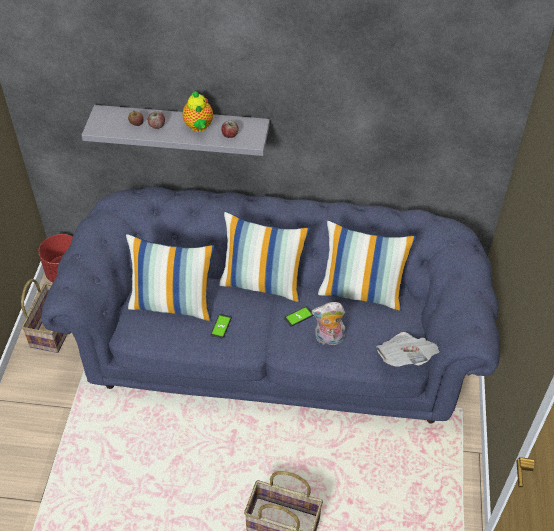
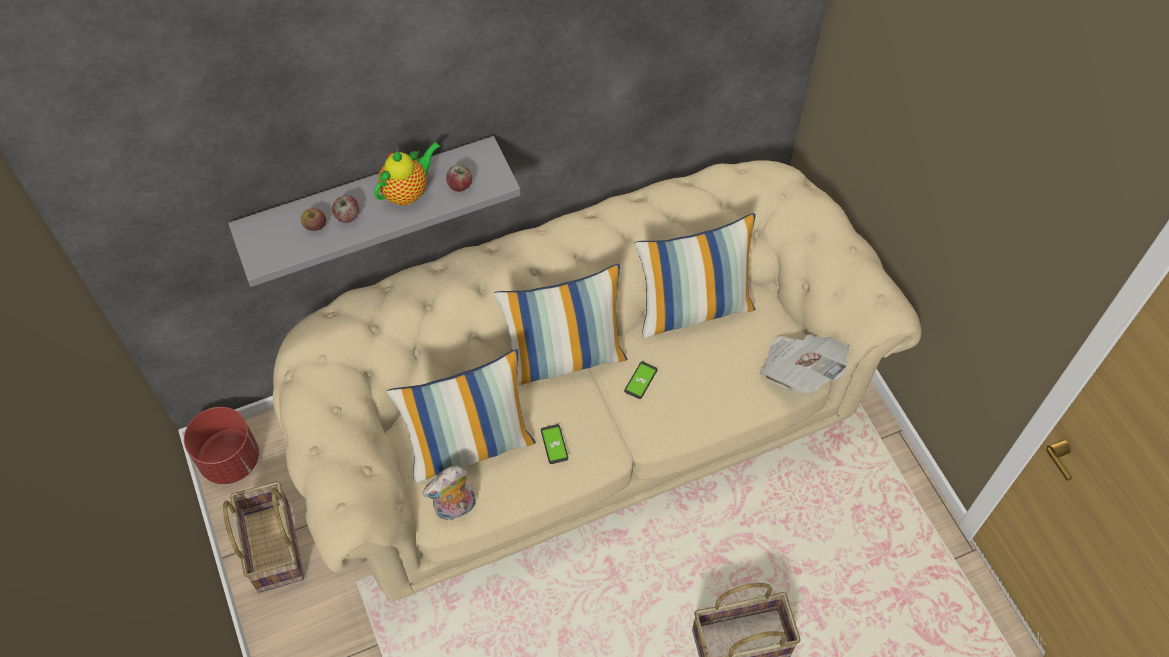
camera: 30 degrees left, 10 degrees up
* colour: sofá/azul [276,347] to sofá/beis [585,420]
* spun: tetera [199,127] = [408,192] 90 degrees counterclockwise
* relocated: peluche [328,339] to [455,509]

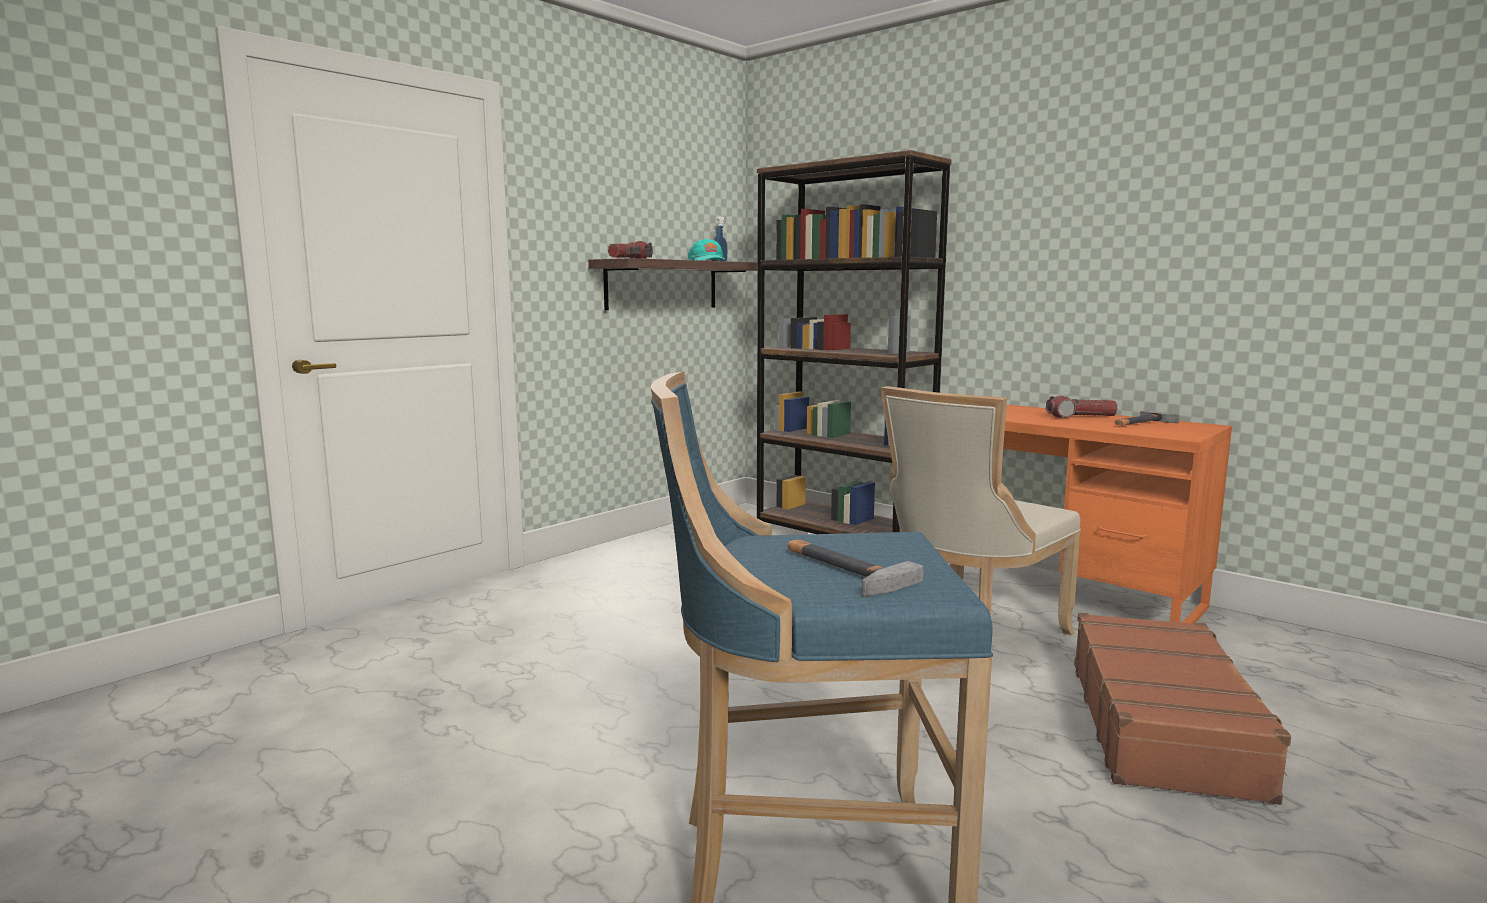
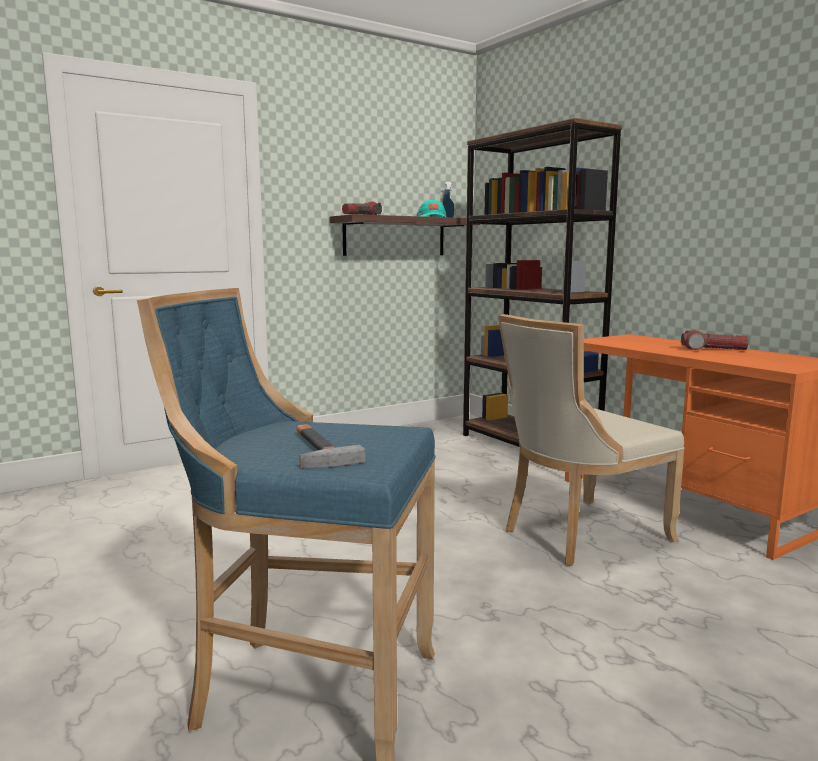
camera: 15 degrees right, 0 degrees up
* missing: maleta/marrón [1163,725]
* missing: martillo [1142,423]

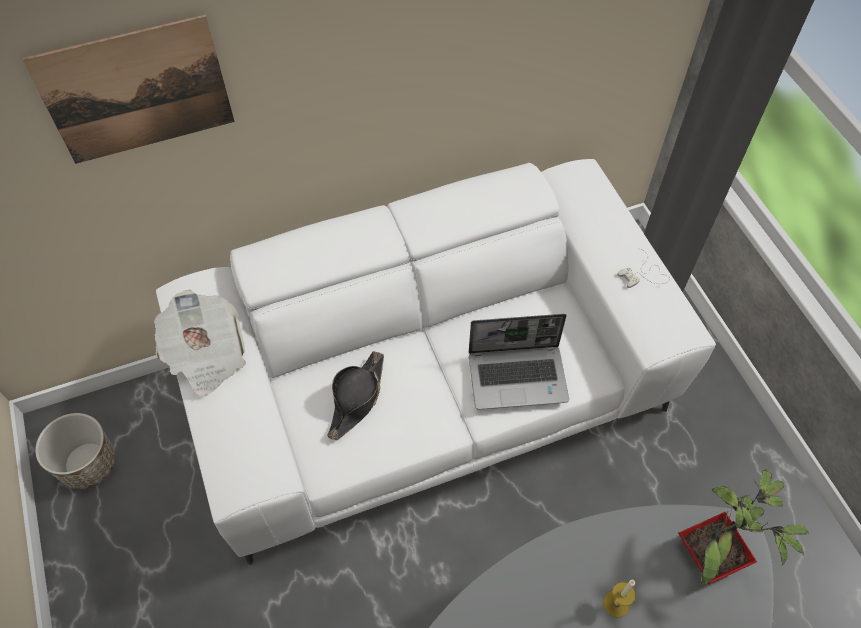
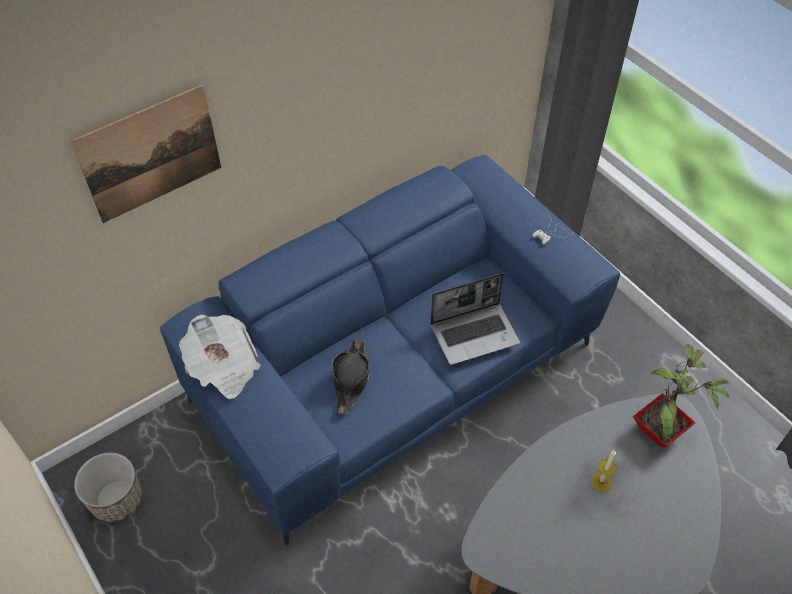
camera: 15 degrees left, 5 degrees down
* colour: sofá/blanco [430,392] to sofá/azul [395,373]

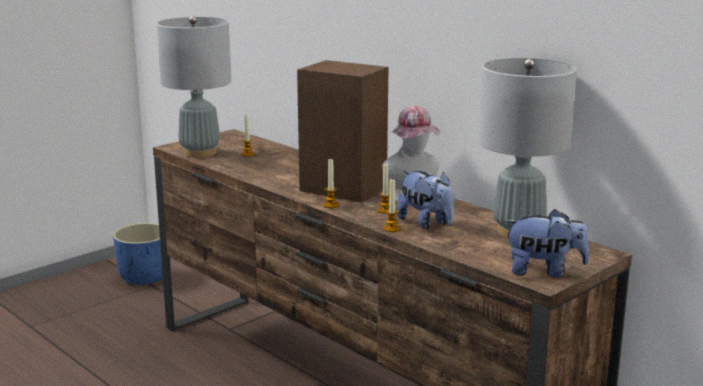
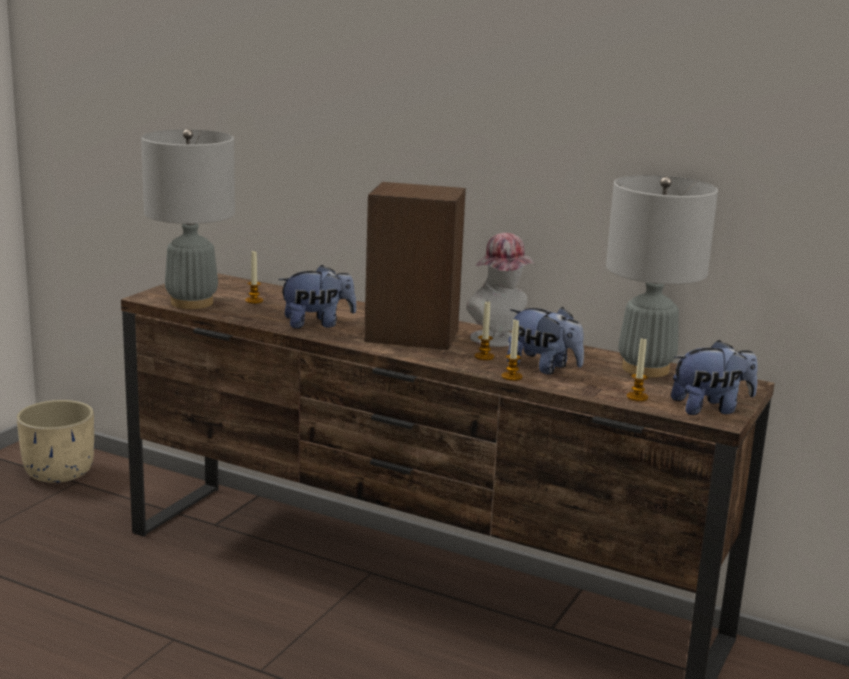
camera: 20 degrees left, 0 degrees up
* colour: maceta/azul [146,277] to maceta/beis [60,472]
* relocated: vela [331,205] to [637,397]
* appeared: peluche [317,324]

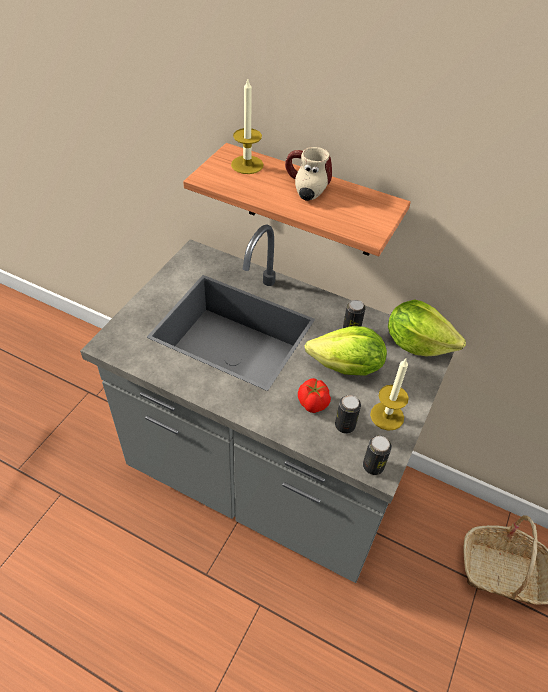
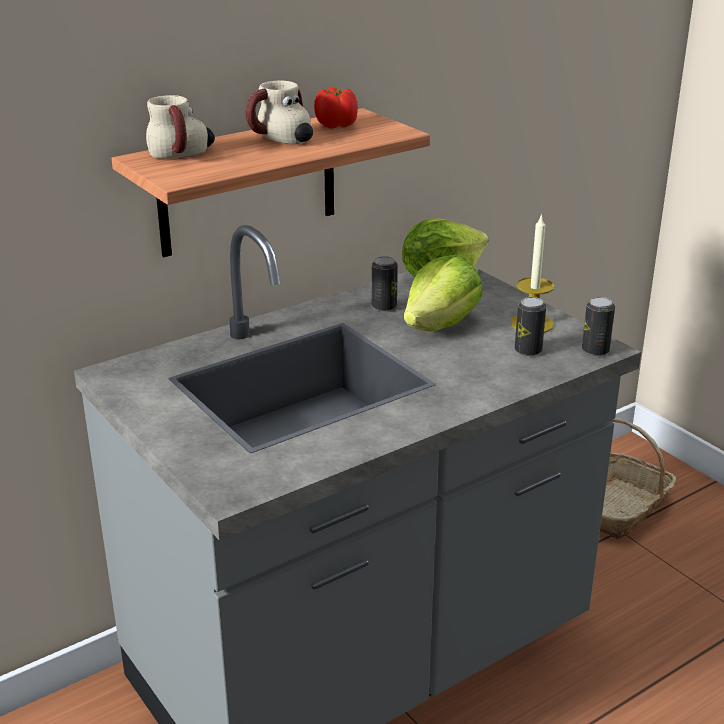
camera: 60 degrees left, 20 degrees down
* exchanged: vela [247,165] to taza grande [184,155]
* relocated: tomate [312,404] to [337,126]

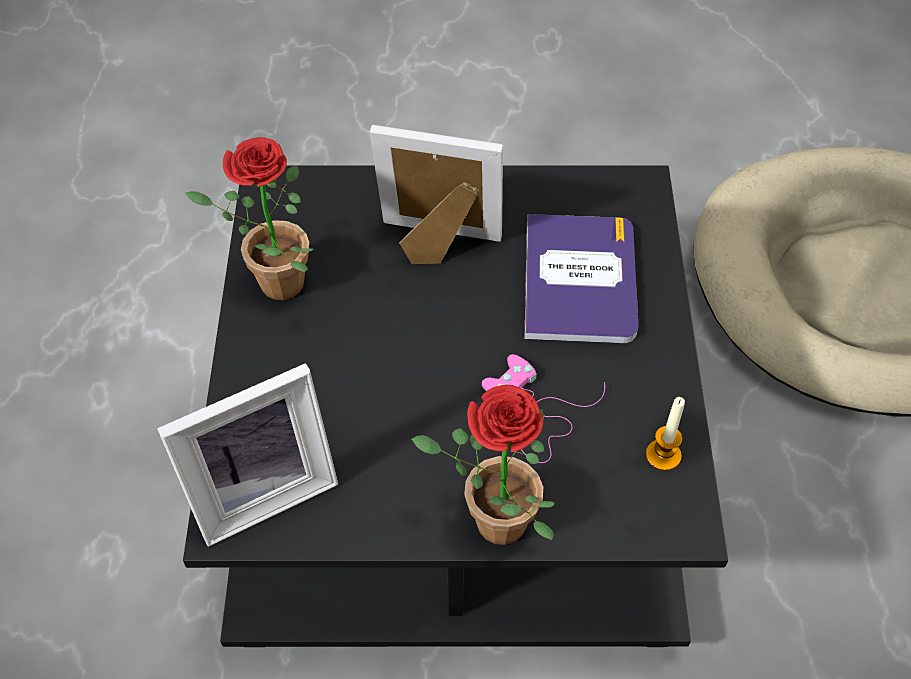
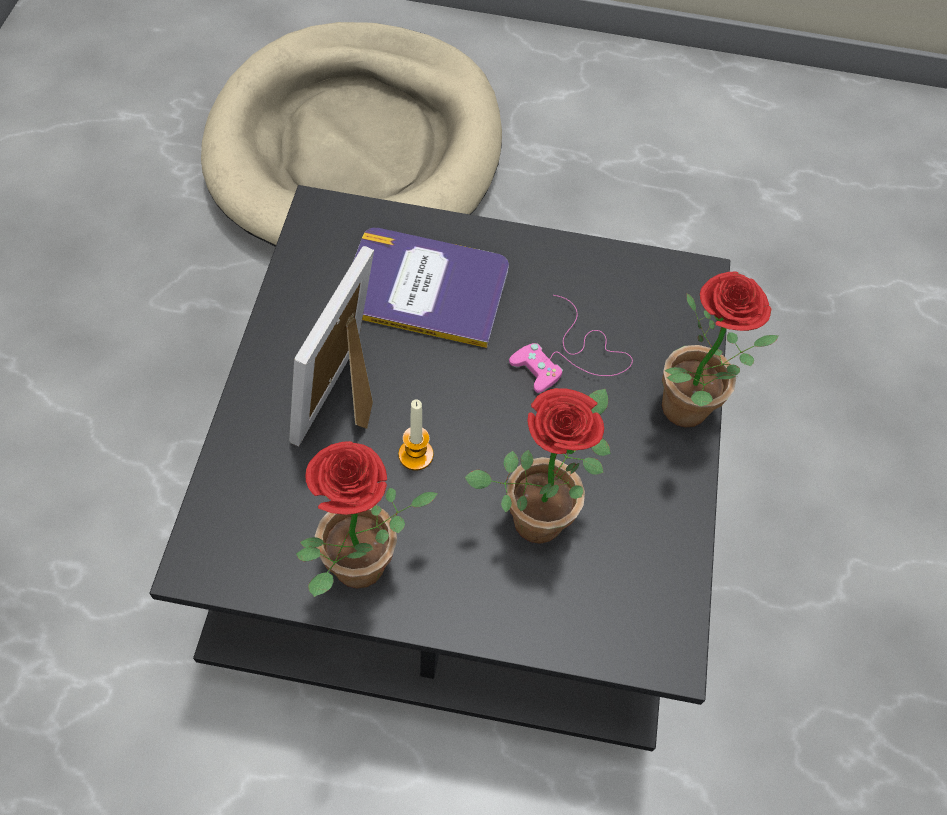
camera: 85 degrees left, 5 degrees up
* missing: portarretratos [261,490]
* relocated: vela [663,455] to [416,455]
* appeared: planta en maceta [540,509]

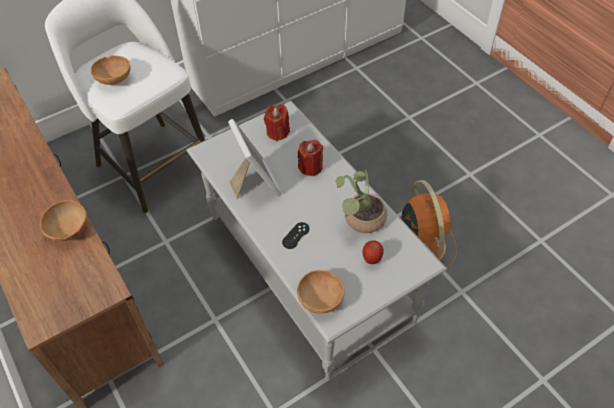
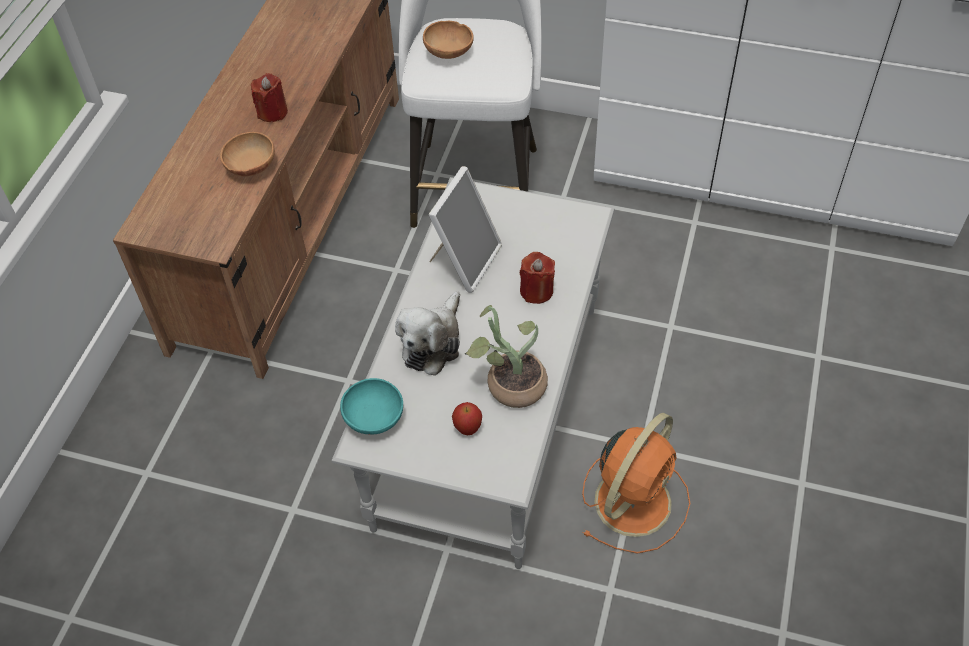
camera: 50 degrees right, 0 degrees up
* relocated: vela/rojo [277,132] to [272,112]
* exchanged: mando de consola/negro [296,235] to peluche [433,342]
* colour: cuenco/marrón [321,299] to cuenco/turquesa [375,419]

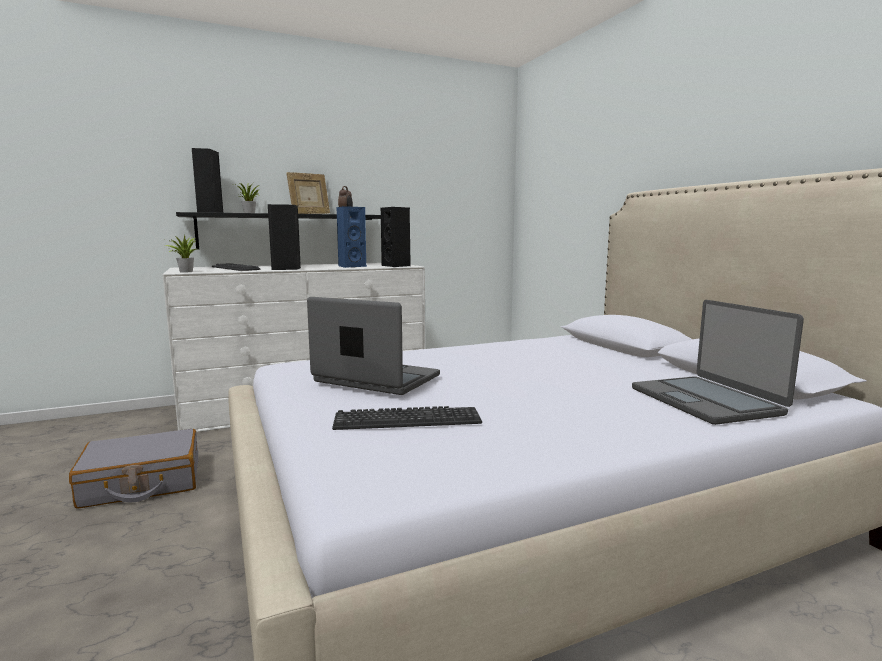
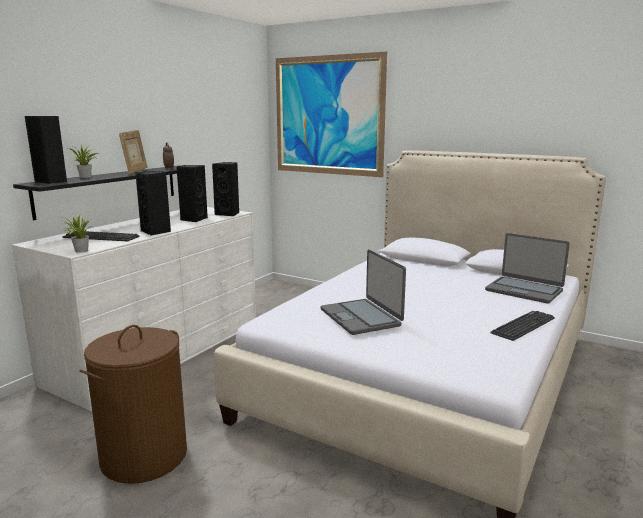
camera: 35 degrees left, 5 degrees up
* exchanged: maleta/gris [142,483] to cesto de la ropa/marrón [144,456]
* spun: portátil [376,379] = [361,317] 105 degrees counterclockwise
* relocated: teclado [407,420] to [523,326]
* colour: altavoz/azul [351,266] to altavoz/negro [193,219]
* appeared: cuadro [328,116]

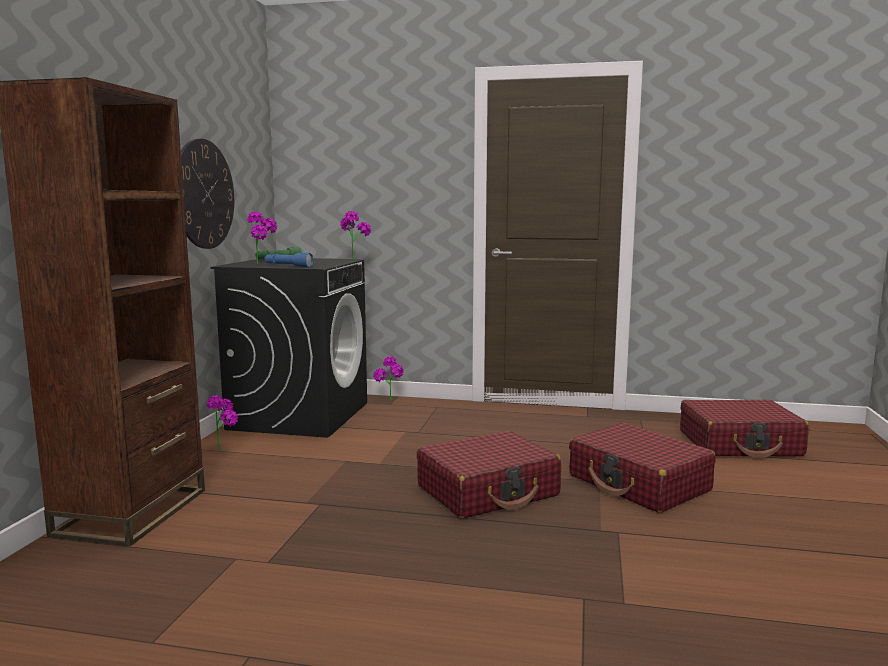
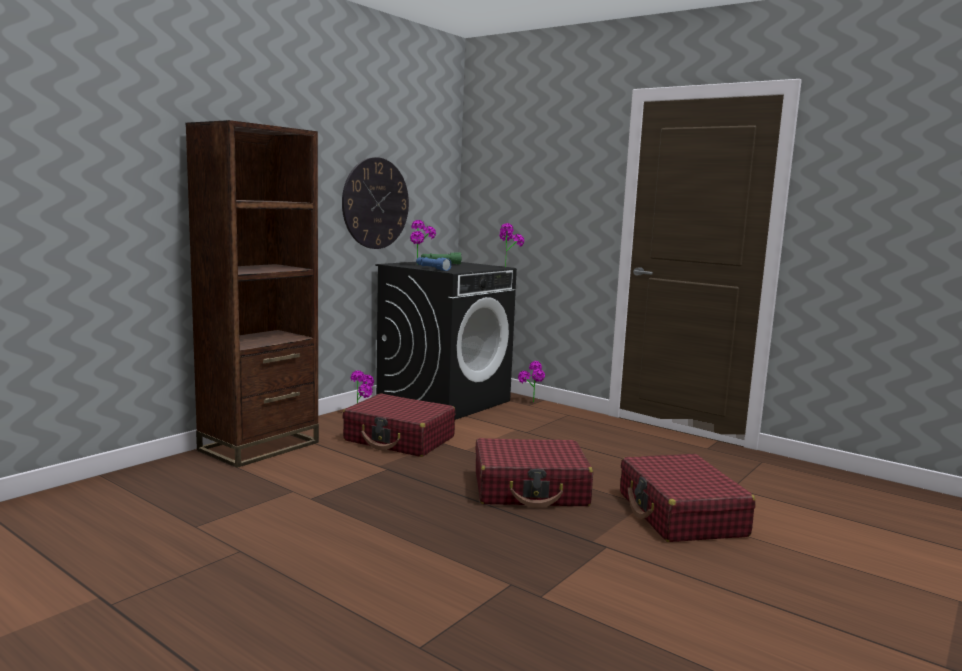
camera: 25 degrees right, 0 degrees up
* relocated: maleta/rojo [740,444] to [399,439]

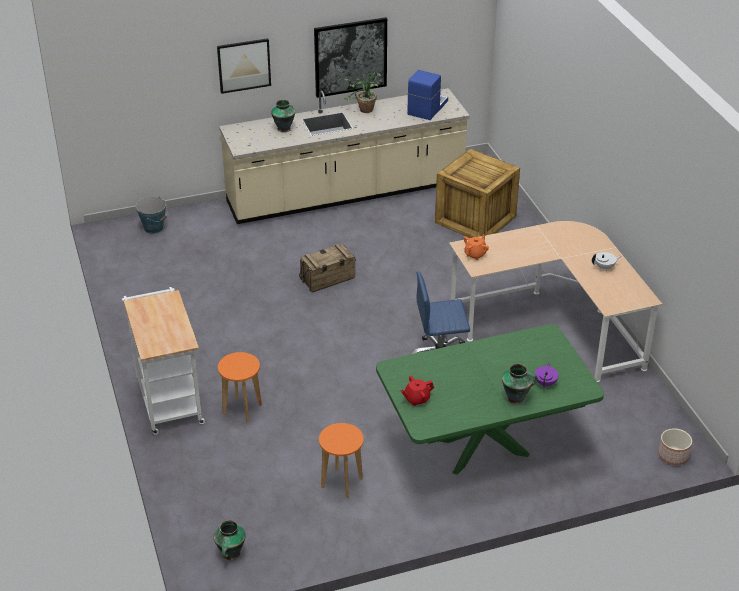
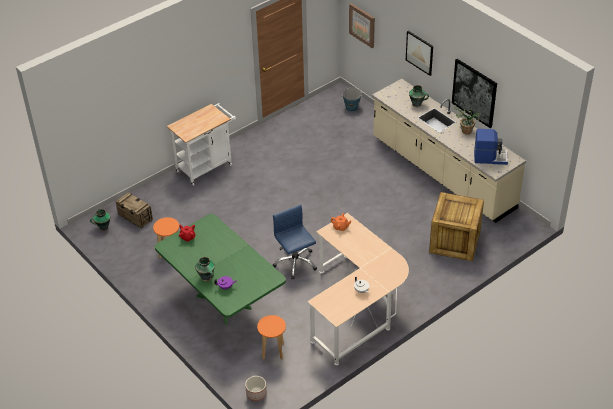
camera: 70 degrees right, 5 degrees up
* relocated: taburete/naranja [242,409] to [273,352]
* relocated: caja de embalaje [328,279] to [135,217]
* appeared: cuadro [362,25]

